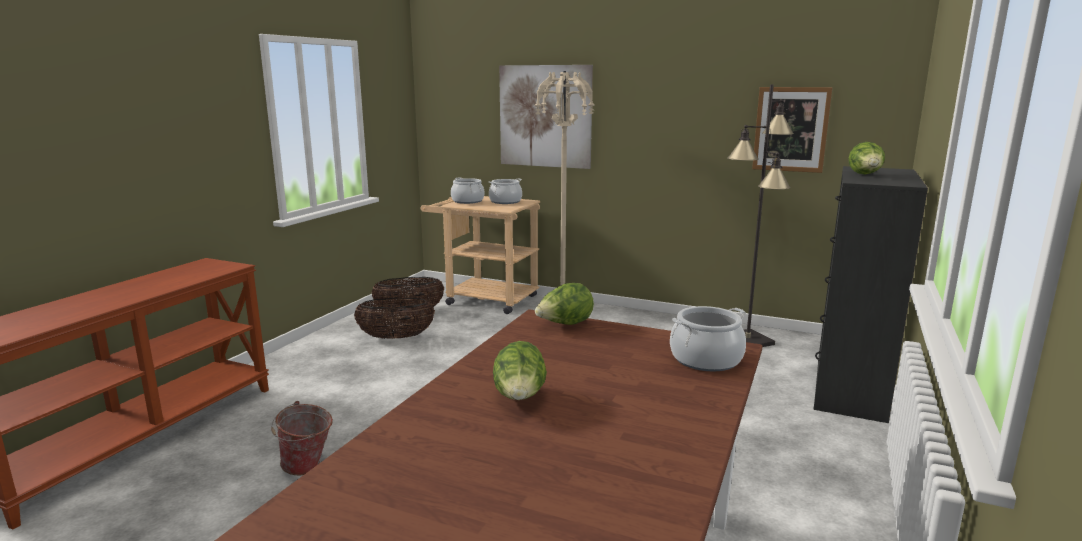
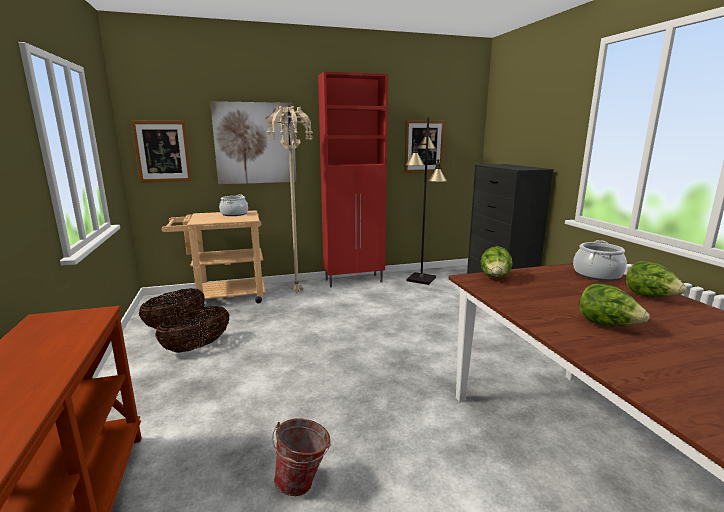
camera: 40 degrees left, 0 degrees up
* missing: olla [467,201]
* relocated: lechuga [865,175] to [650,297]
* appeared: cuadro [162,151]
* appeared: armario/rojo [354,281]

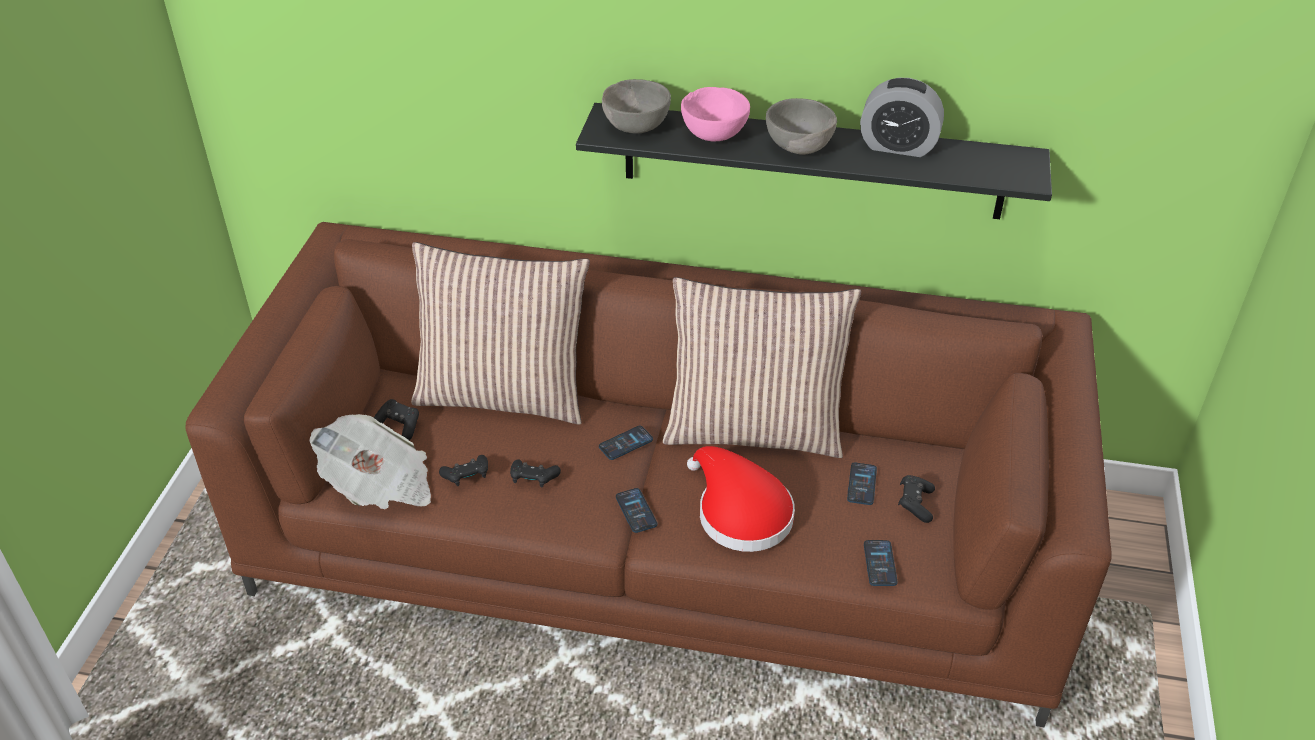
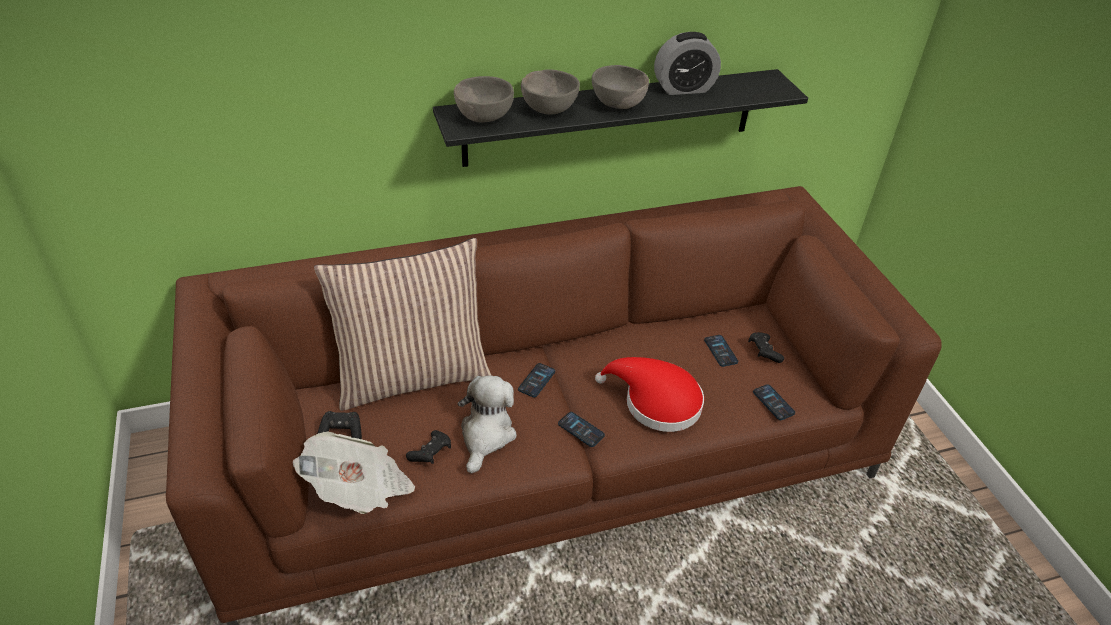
camera: 30 degrees left, 0 degrees up
* exchanged: mando de consola/negro [533,480] to peluche [486,435]
* missing: cojín [754,429]
* colour: cuenco/rosa [714,134] to cuenco/gris [549,109]

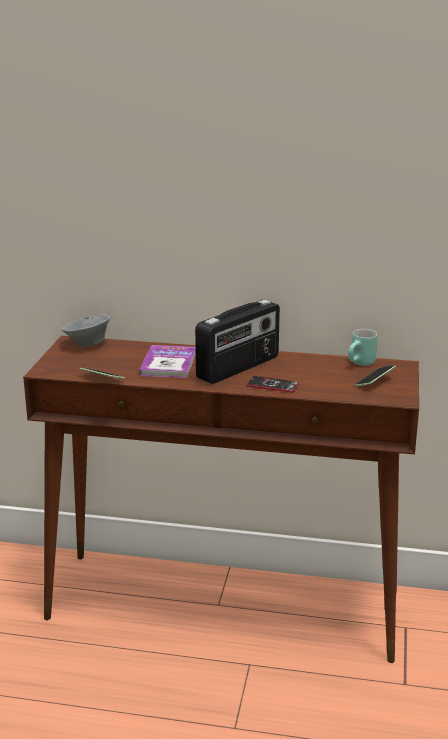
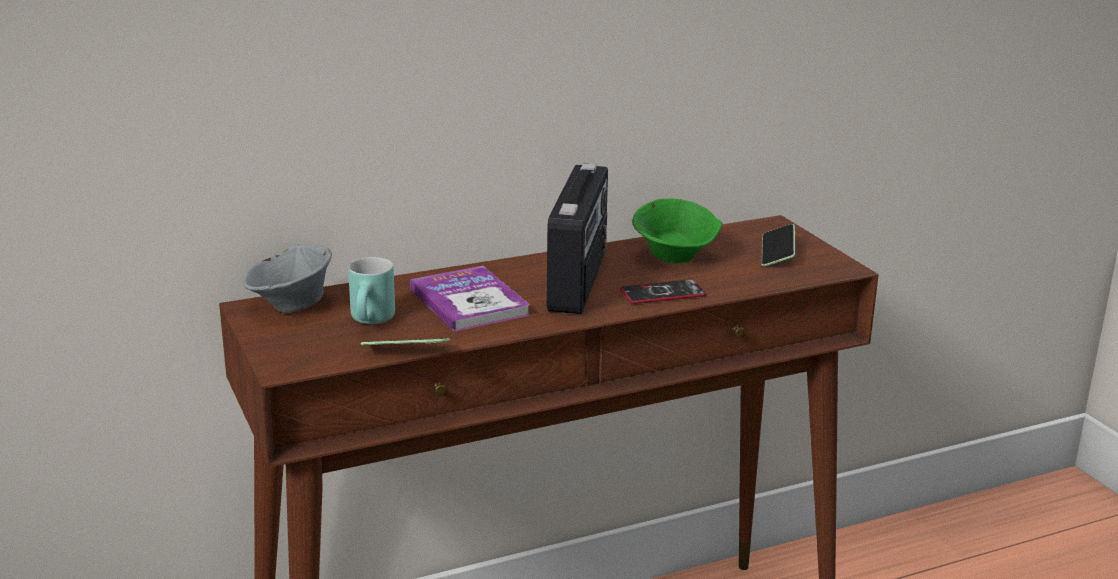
camera: 35 degrees left, 0 degrees up
* relocated: taza grande/turquesa [361,364] to [374,322]
* appeared: cuenco/verde [675,258]

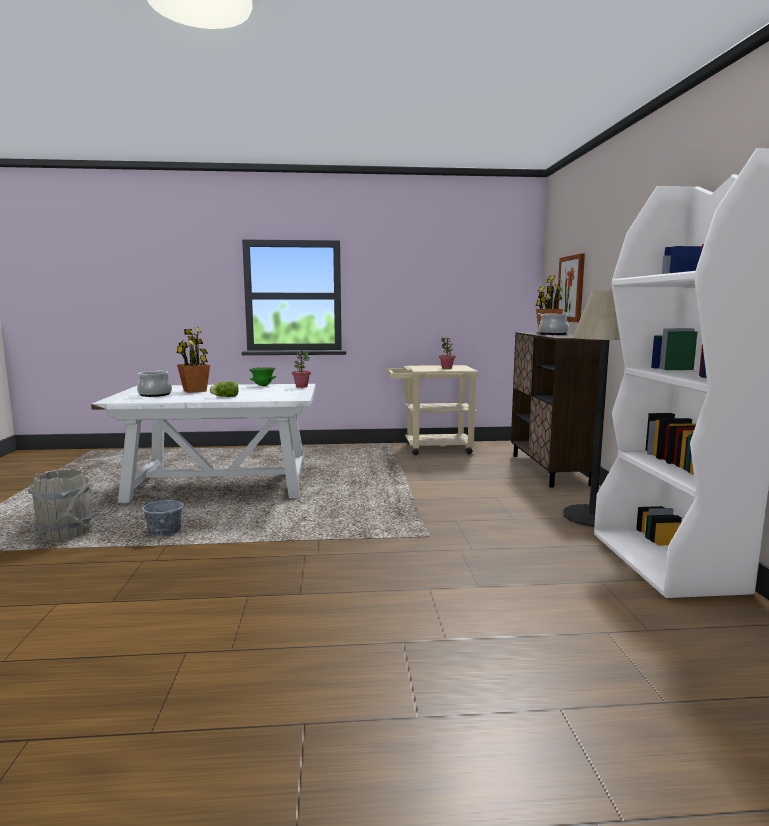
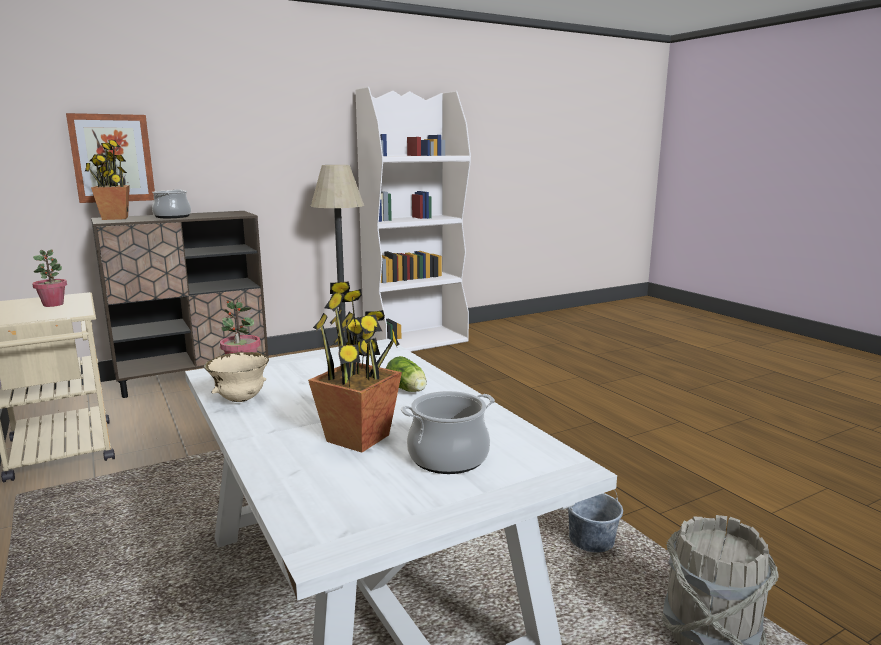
camera: 115 degrees left, 5 degrees up
* colour: cuenco/verde [263,386] to cuenco/beis [240,400]

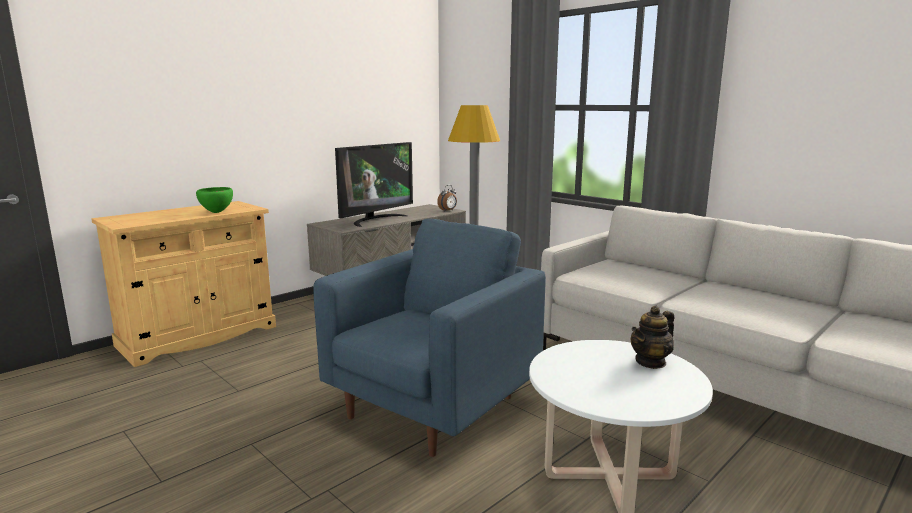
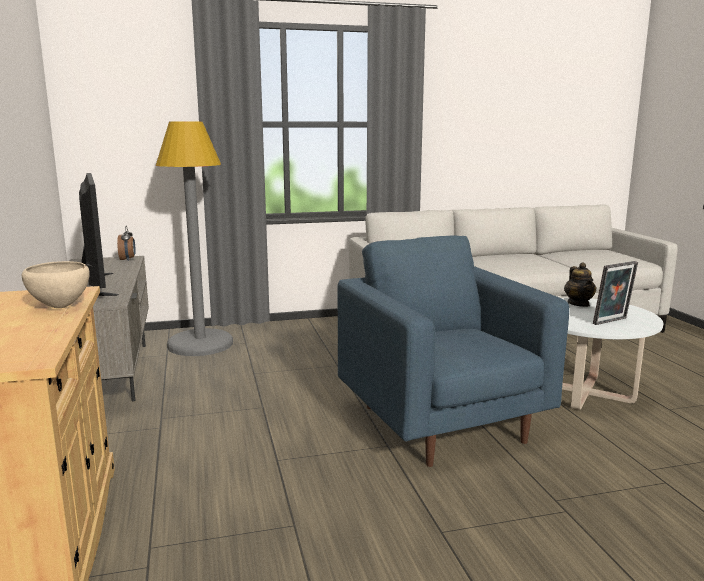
camera: 60 degrees left, 0 degrees up
* colour: cuenco/verde [217,212] to cuenco/beis [61,307]
* appeared: portarretratos [612,322]

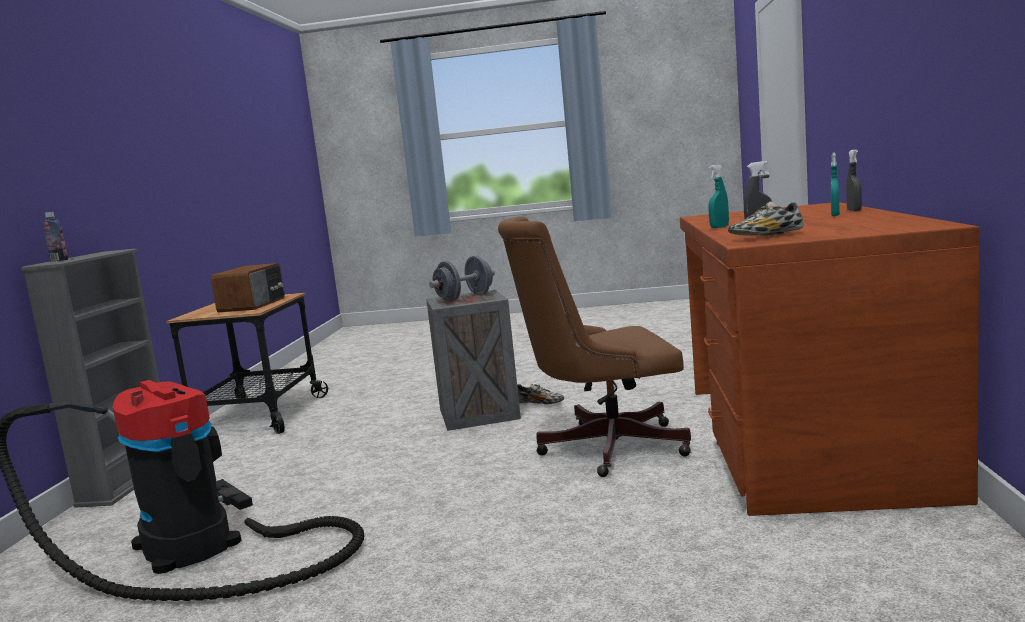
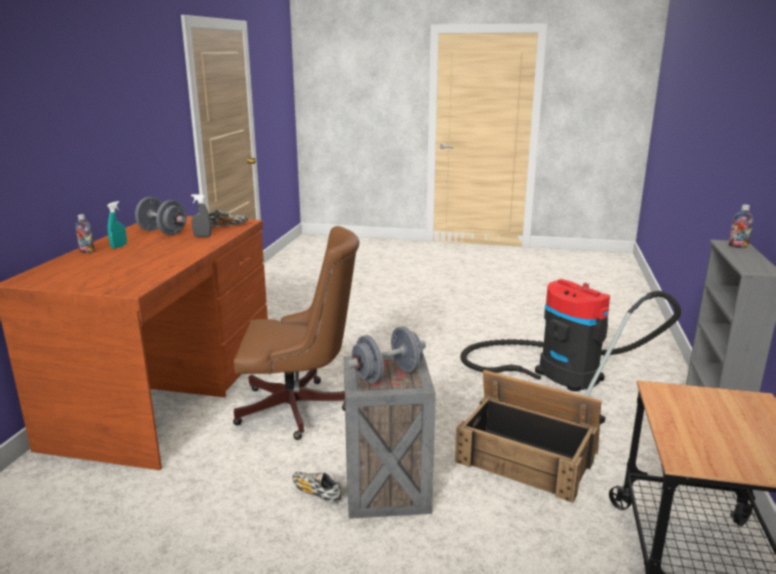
camera: 175 degrees left, 10 degrees up
* missing: radio [253,305]
* missing: pulverizador/turquesa [719,227]
* exchanged: pulverizador/gris [854,210] to botella [87,251]
* appeared: mancuerna/gris [162,232]
* appeared: caja de embalaje [528,456]

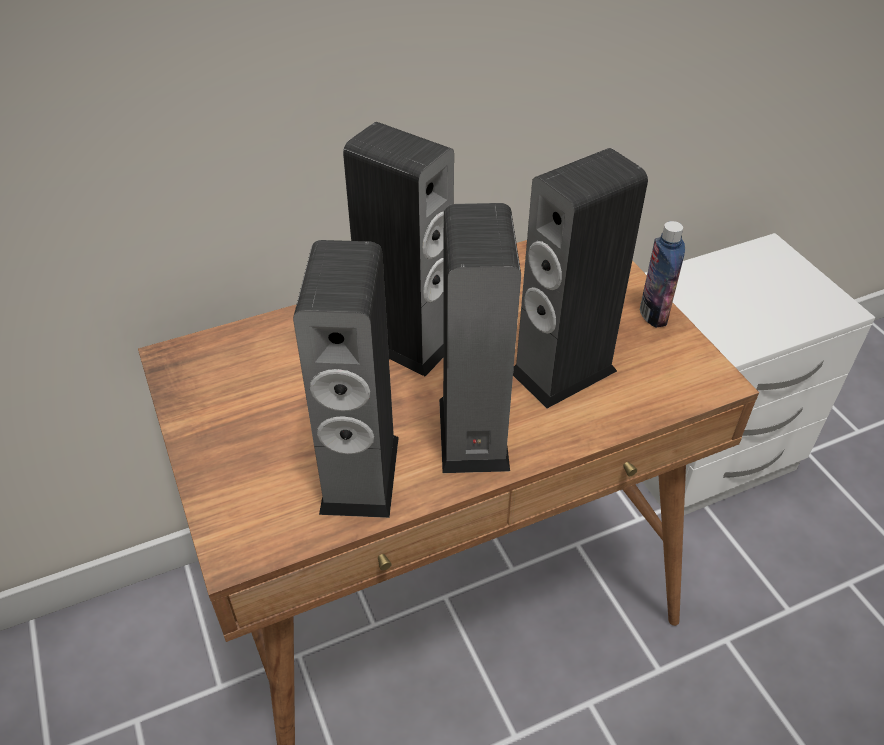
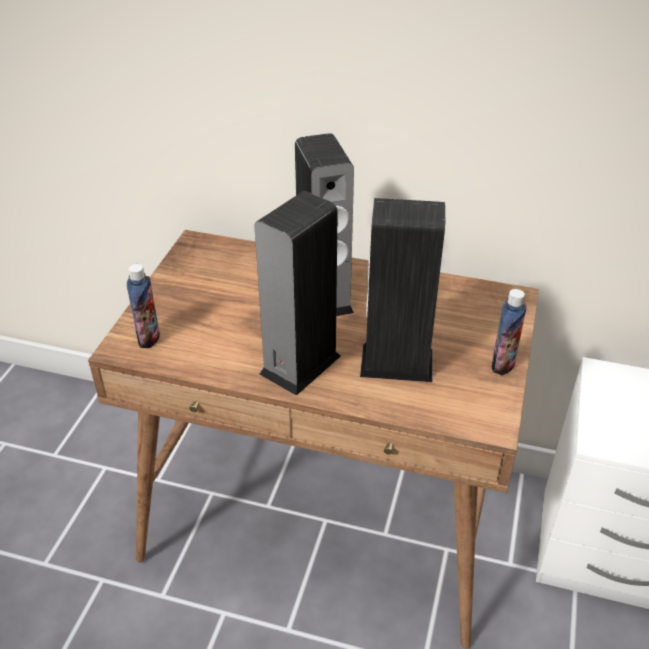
camera: 40 degrees right, 5 degrees down
* missing: altavoz [360,474]
* appeared: botella [149,338]

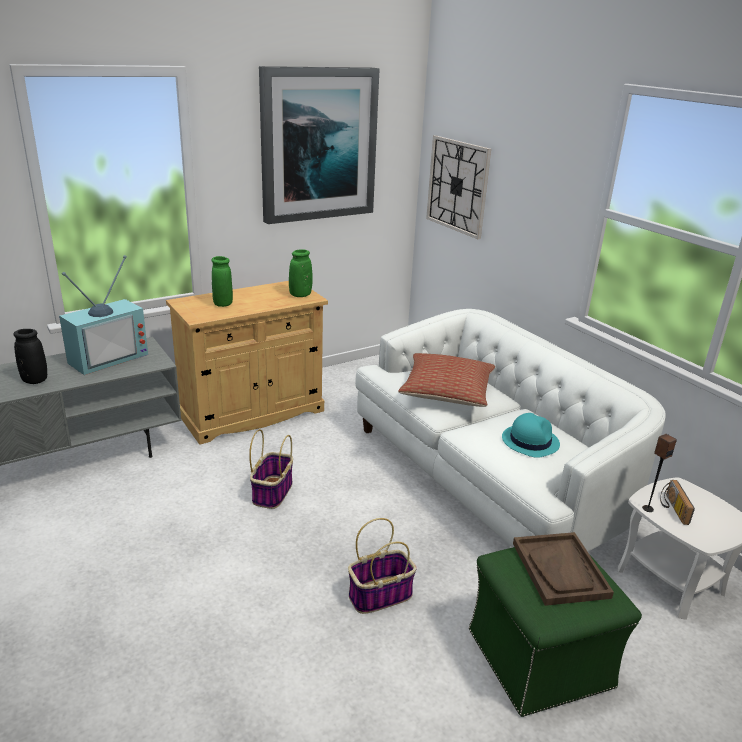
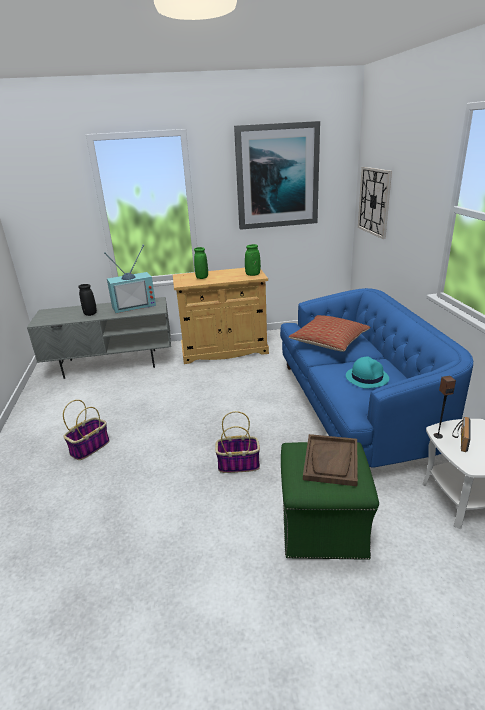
camera: 25 degrees right, 0 degrees up
* relocated: cesta [272,492] to [90,447]
* colour: sofá/blanco [487,478] to sofá/azul [356,407]

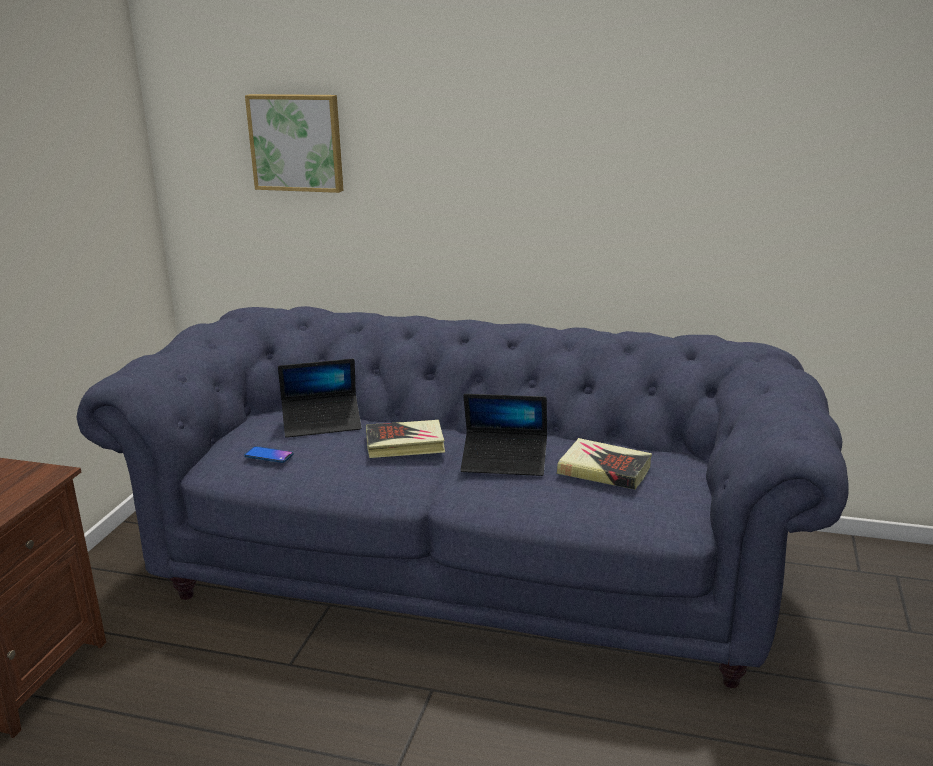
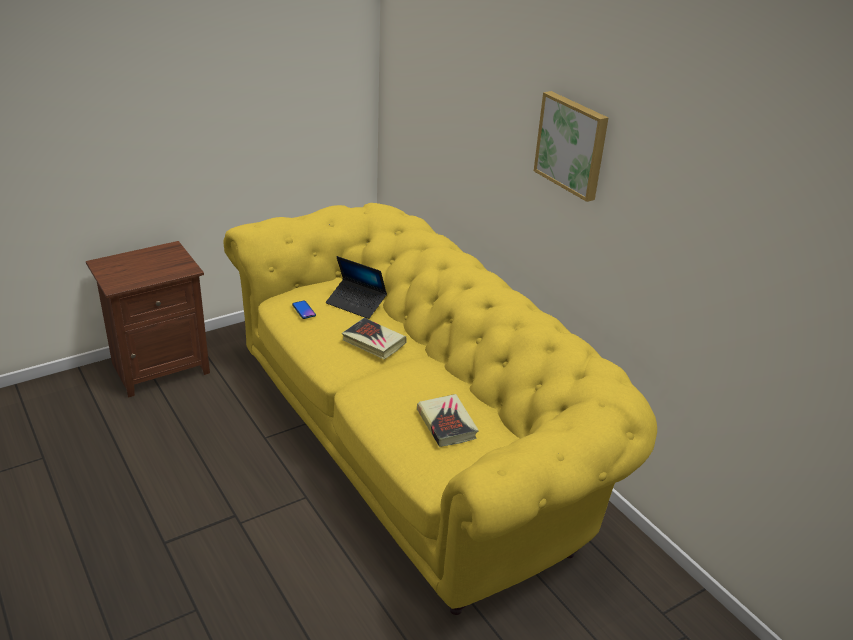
camera: 40 degrees right, 10 degrees up
* colour: sofá/azul [470,570] to sofá/amarillo [417,444]
* relocated: cuadro [297,142] to [572,145]
* missing: portátil [504,461]

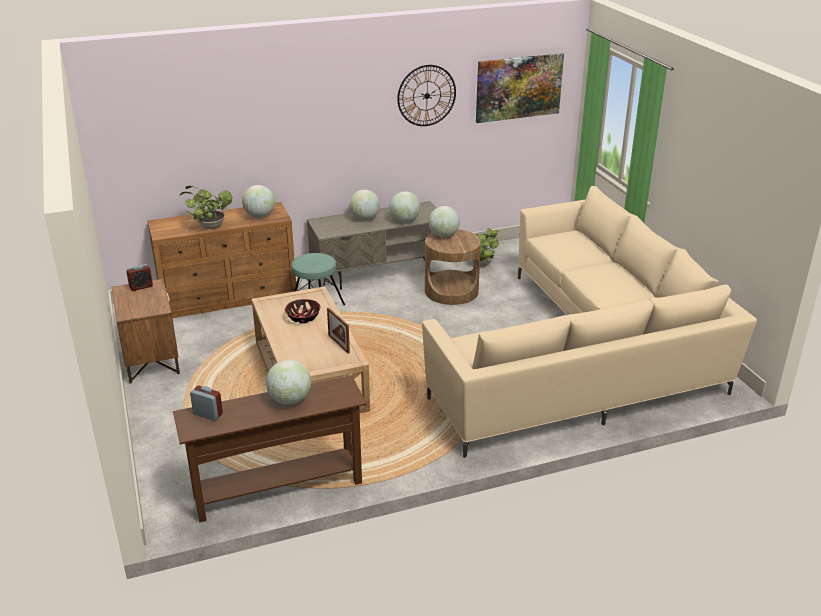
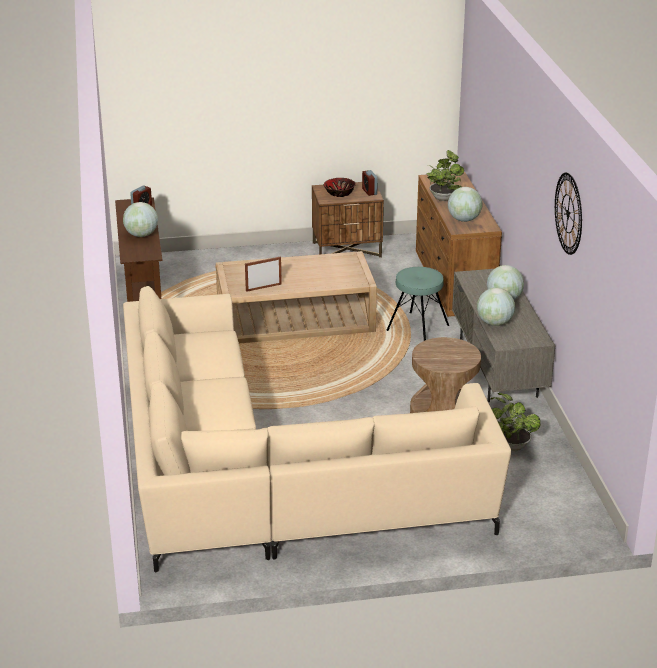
camera: 100 degrees right, 0 degrees up
* relocated: cuenco [303,318] to [339,193]
* missing: globo terráqueo [443,235]
* missing: cuadro [518,87]

